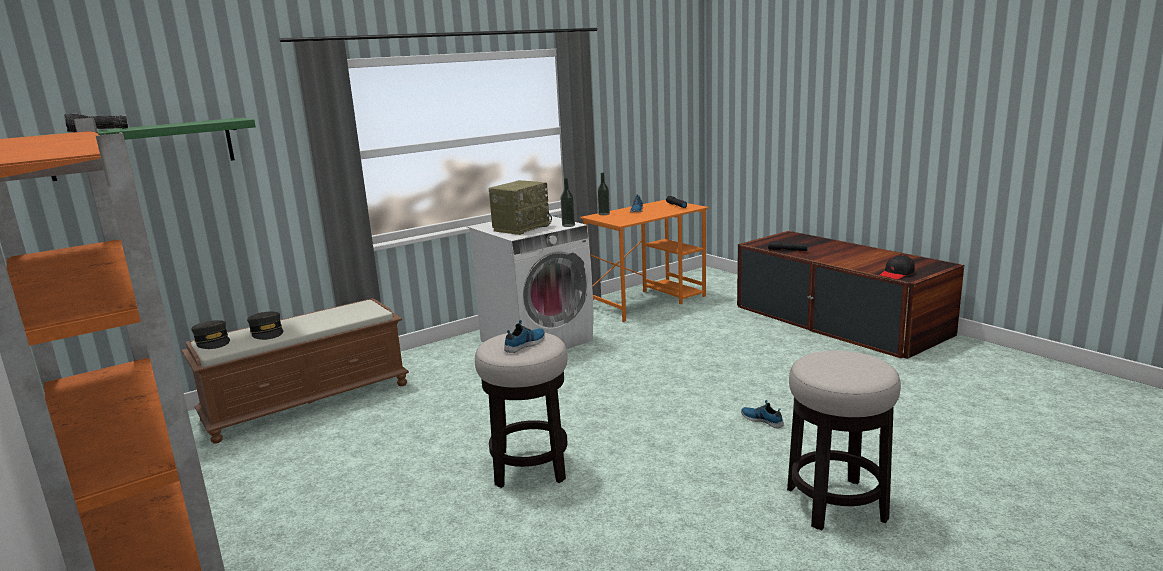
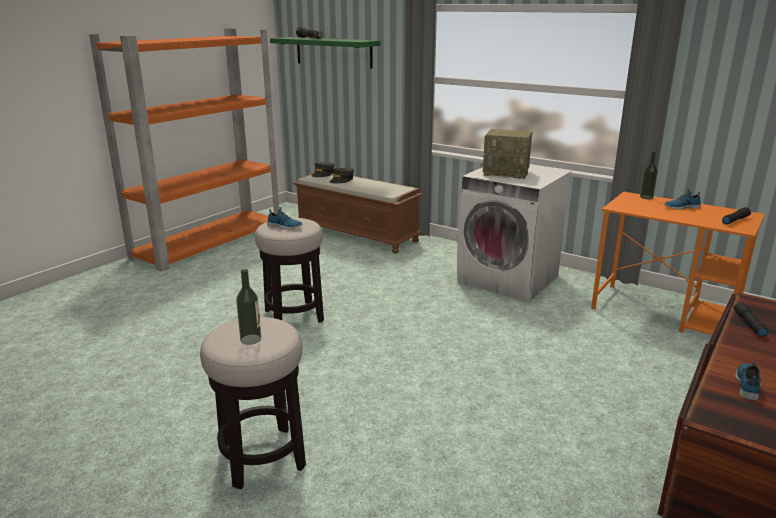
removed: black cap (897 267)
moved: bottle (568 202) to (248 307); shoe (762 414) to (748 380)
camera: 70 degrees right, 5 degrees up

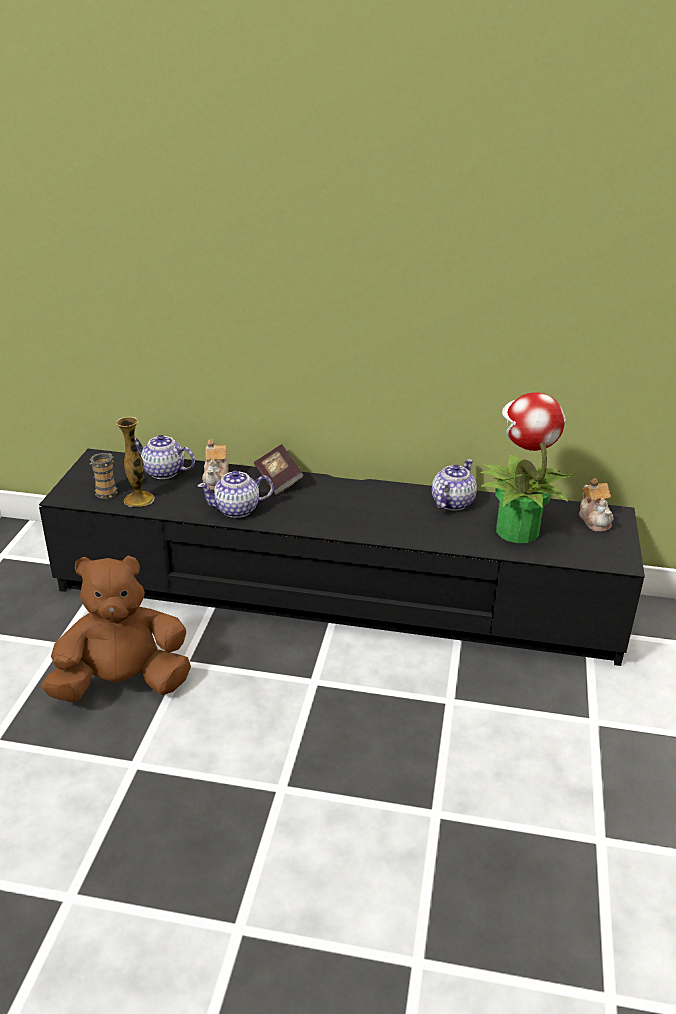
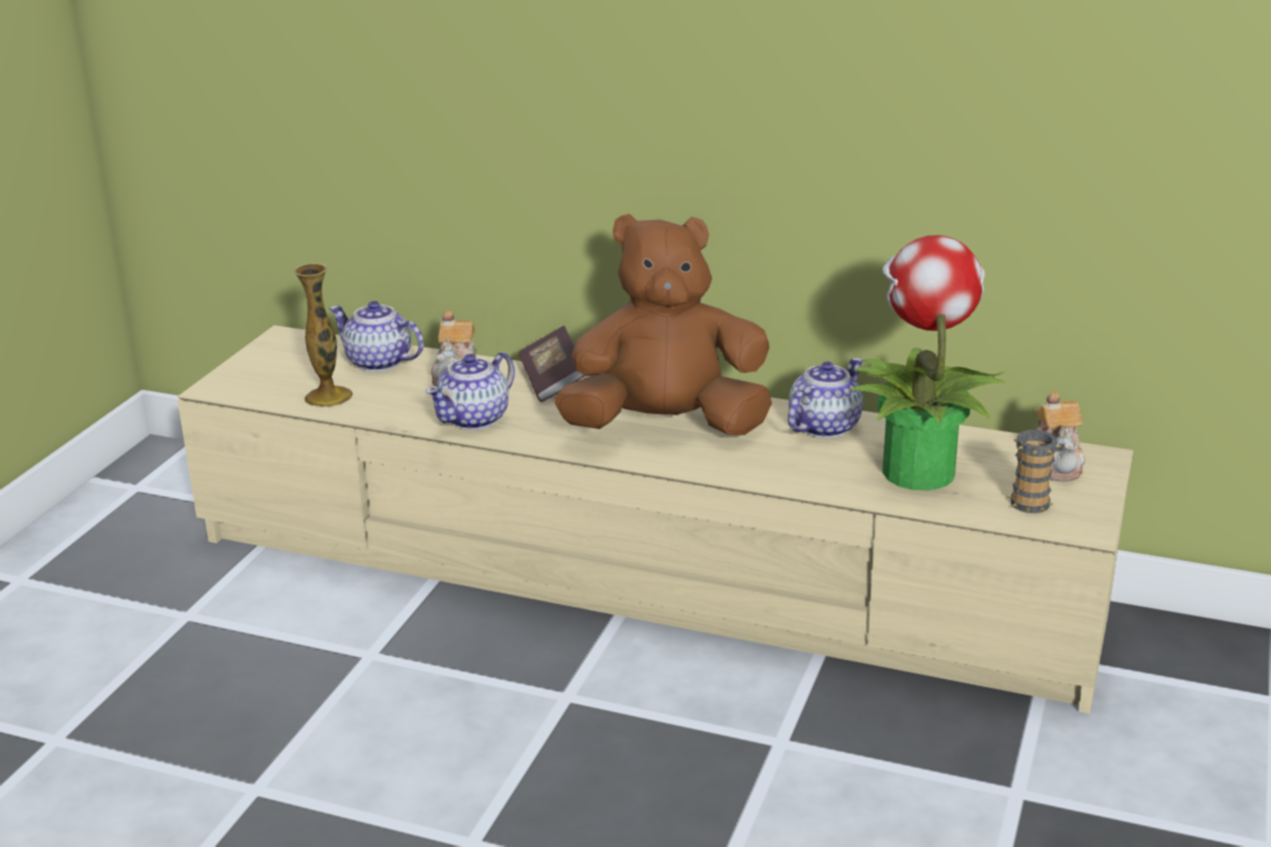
moved: brown plush toy (116 628) to (663 324); mug (104 476) to (1034 471)
recoloured: black tv stand (342 557) to beige tv stand (655 519)
turned: teapot (235 494) = (470 391) 45 degrees counterclockwise
camera: 10 degrees right, 5 degrees down

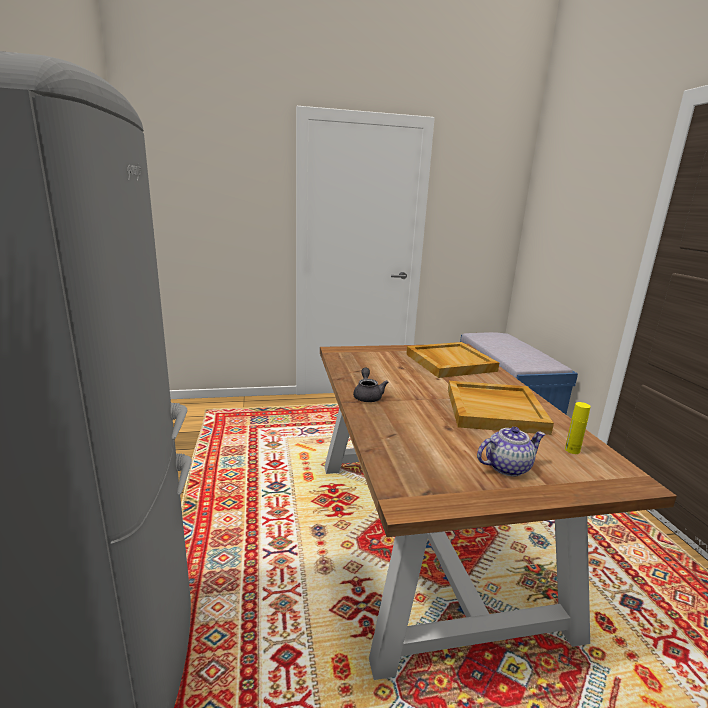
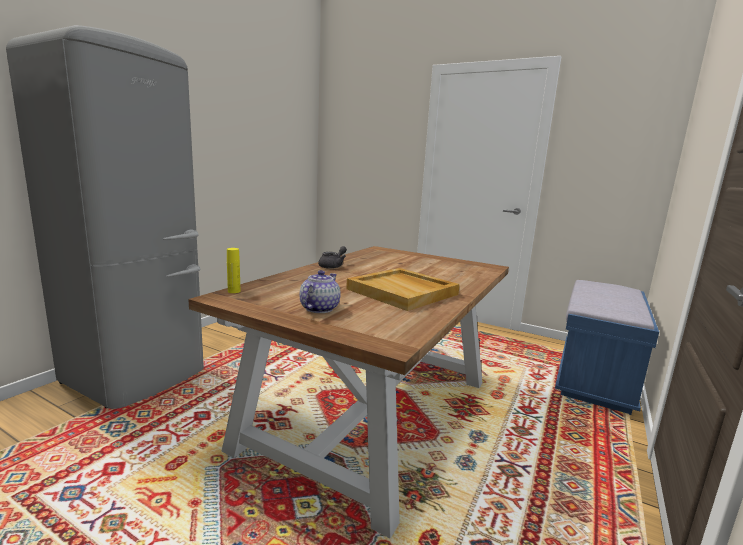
removed: beige tray (452 360)
moved: yellow bottle (578 428) to (233 270)
turned: teapot (511 451) = (320 291) 90 degrees counterclockwise
camera: 40 degrees right, 5 degrees down

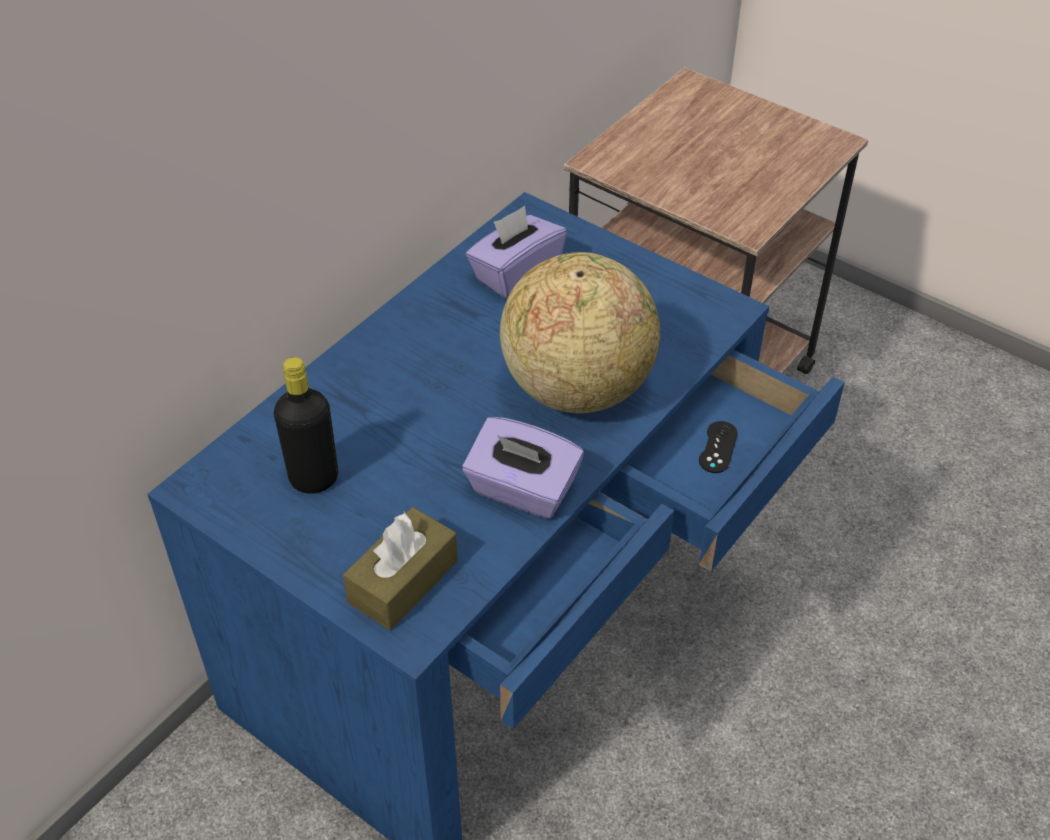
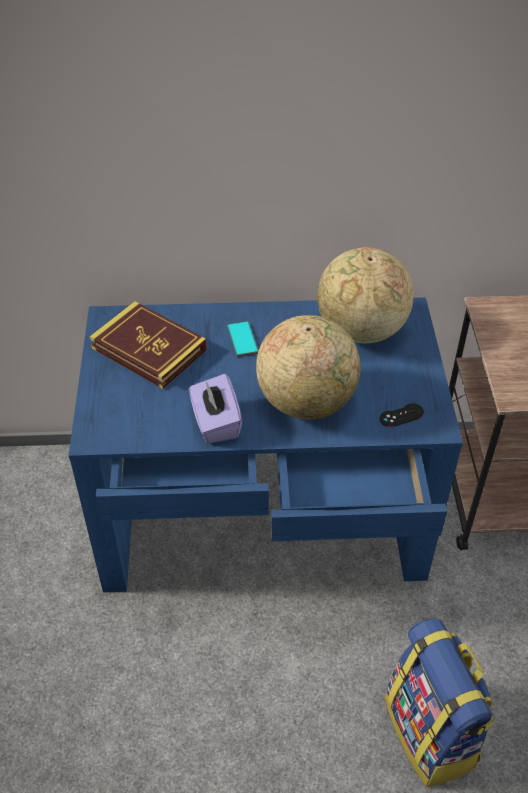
removed: brown tissue box (400 568)
added: phone (243 339); backpack (440 702)
moved: black game controller (718 447) to (402 415)
replaced: black bottle (306 425) to book (148 345); purple tissue box (516 252) to globe (365 295)
camera: 50 degrees right, 0 degrees up

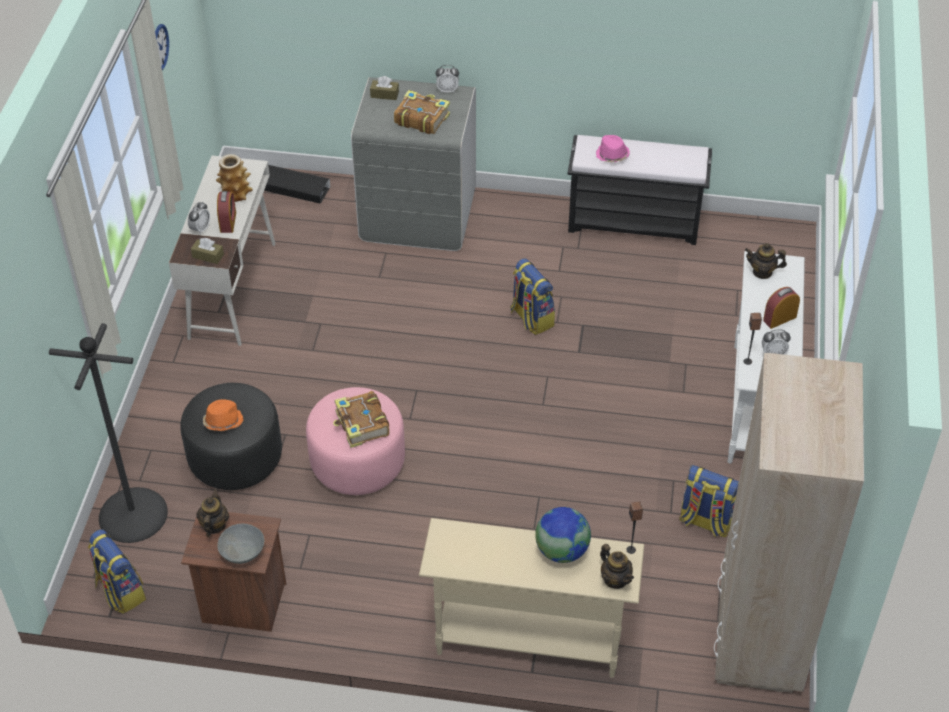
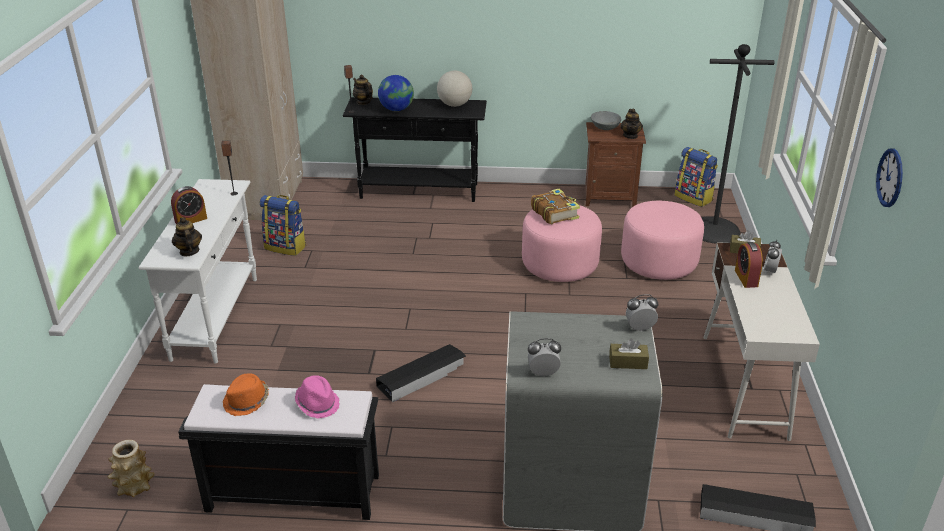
removed: book (422 112)
added: globe (454 89)
moved: orange hat (223 415) to (246 394); vase (234 178) to (131 468); alarm clock (776 342) to (642 312)
replaced: backpack (532 296) to black storage box (421 373)
recoloured: black ottoman (231 436) to pink ottoman (662 240); beige console table (531 598) to black console table (415 149)
turned: teapot (766 261) = (187 237) 120 degrees counterclockwise
camera: 175 degrees right, 15 degrees down

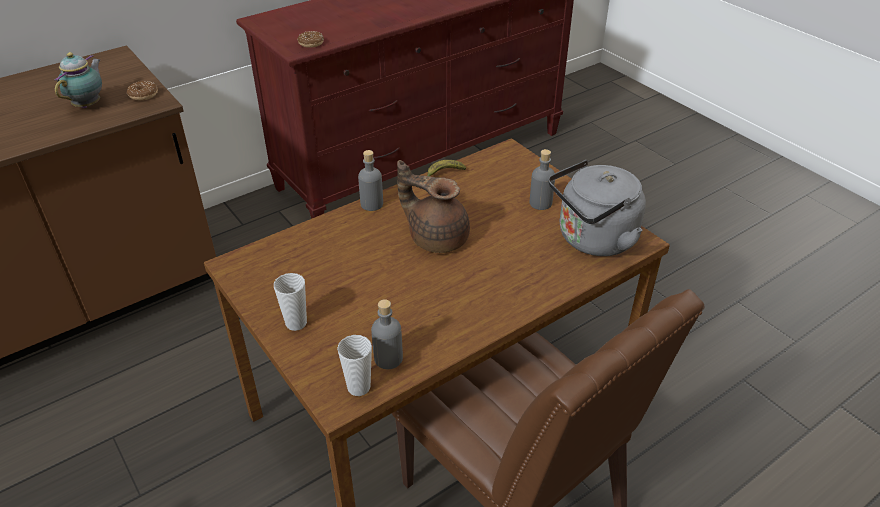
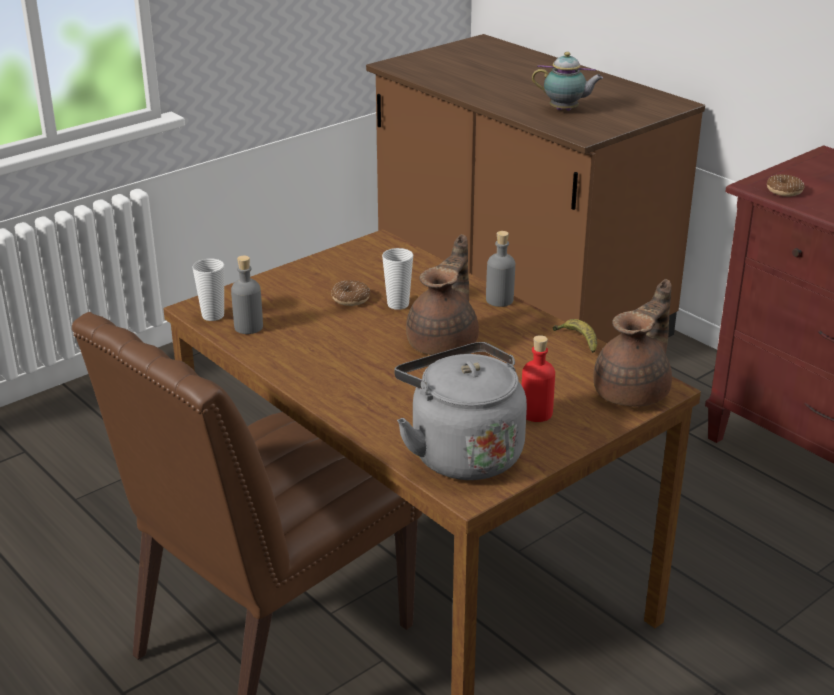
added: brown teapot (632 343)
moved: donut (142 90) to (350 293); cup (290 302) to (397 279)
recoloured: grey bottle (542 179) to red bottle (538 378)
camera: 85 degrees right, 10 degrees down

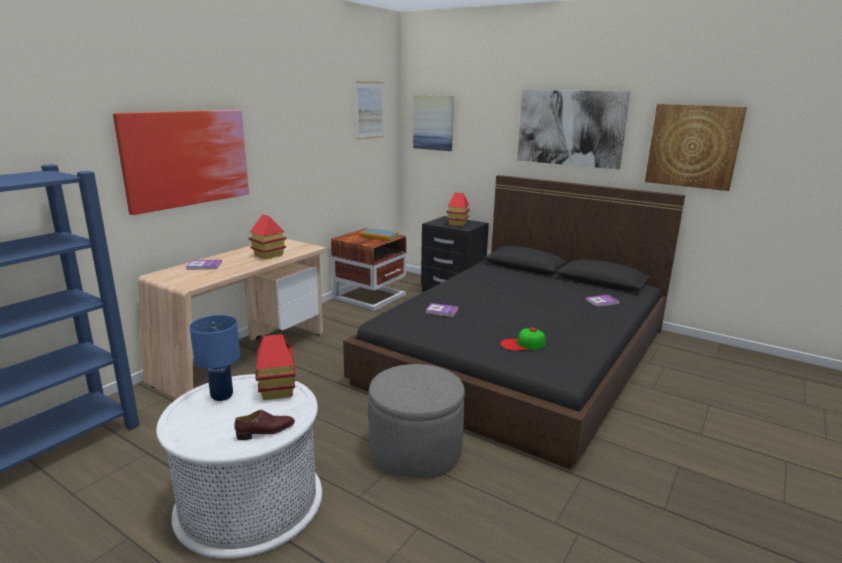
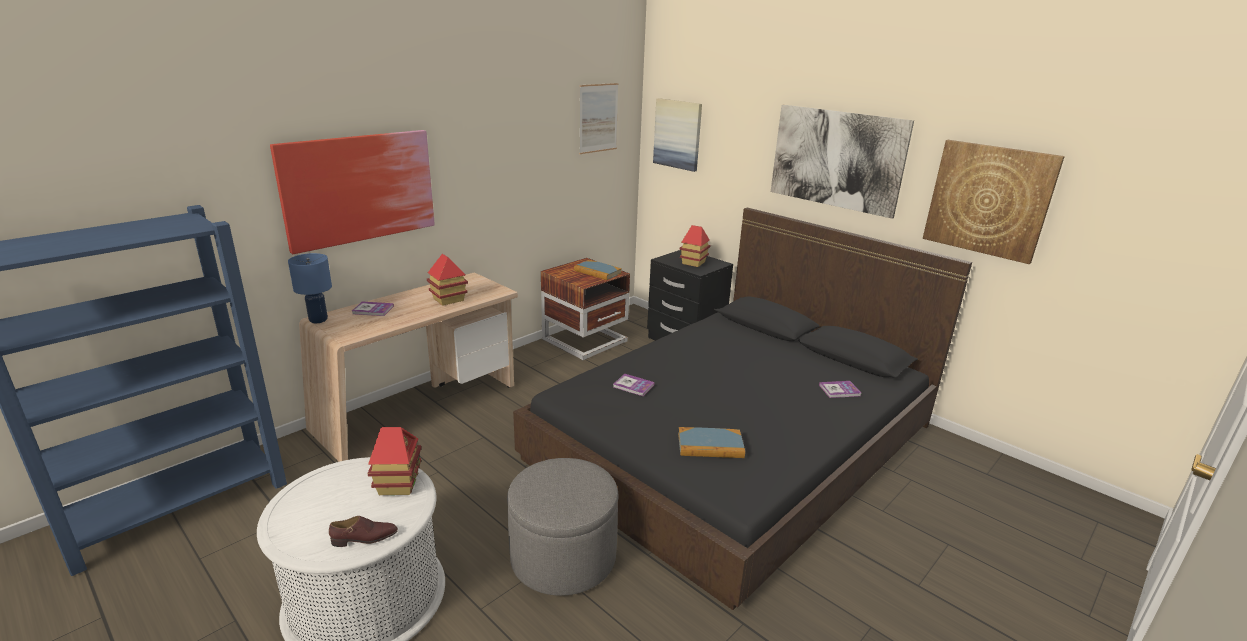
moved: blue table lamp (214 358) to (310 288)
replaced: cap (522 339) to book (711 442)
camera: 10 degrees right, 5 degrees up

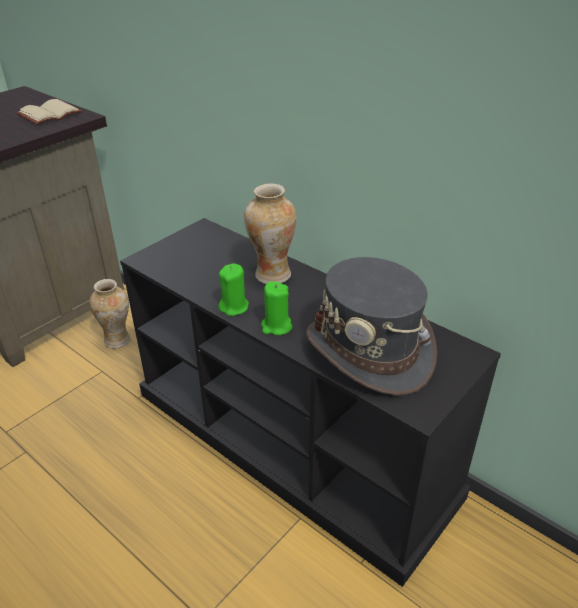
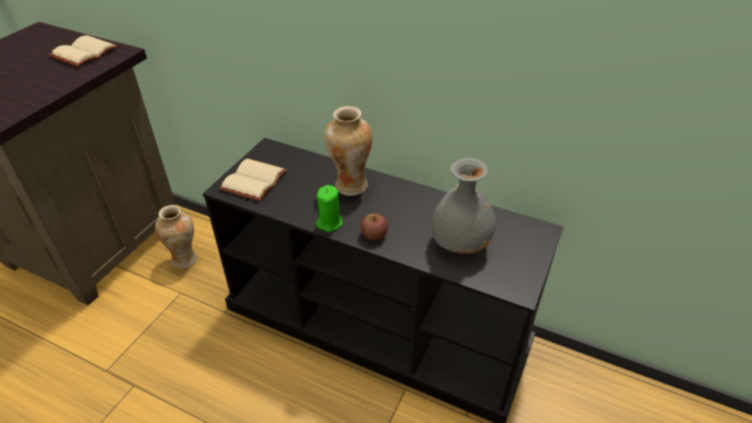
added: beige book (253 180)
replaced: green candle (276 308) to apple (374 226); grey hat (372 326) to grey vase (464 206)
camera: 15 degrees left, 5 degrees up

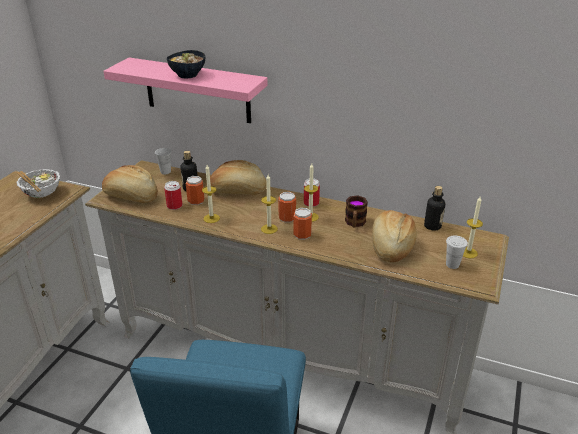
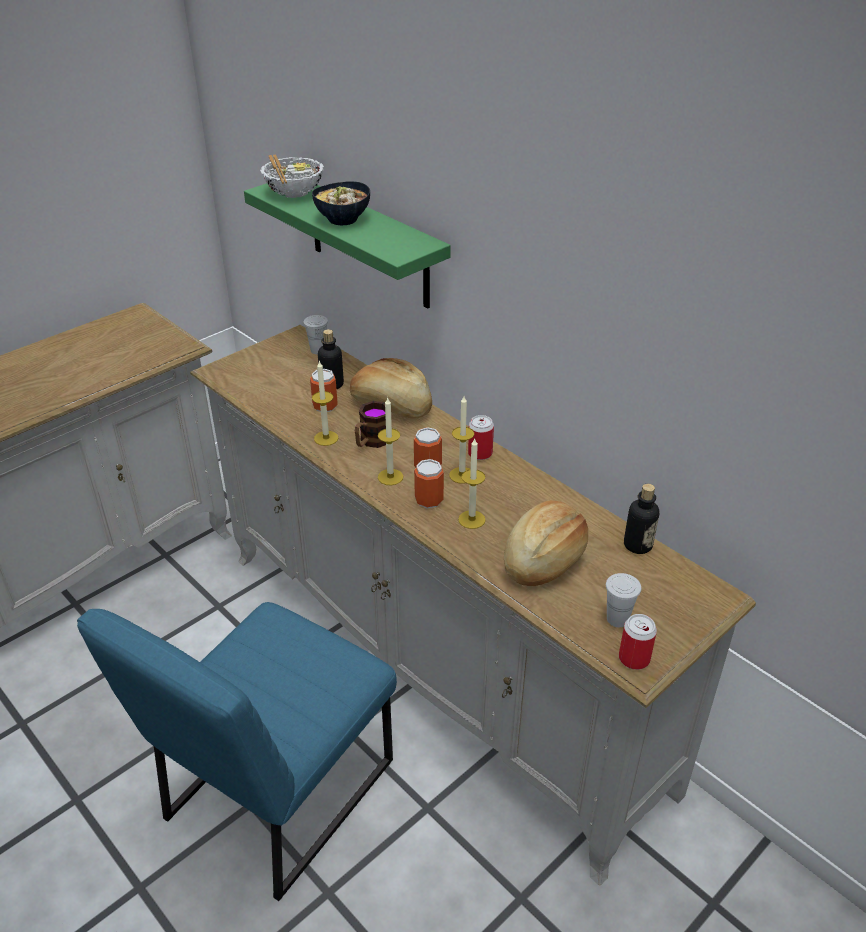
removed: bread (130 184)
moved: bowl (38 183) to (292 176); can (173 195) to (638 642); mug (356 211) to (370 424); candle (473 228) to (472 484)
recoloured: pink shelf (185 90) to green shelf (347 246)
camera: 25 degrees right, 5 degrees up

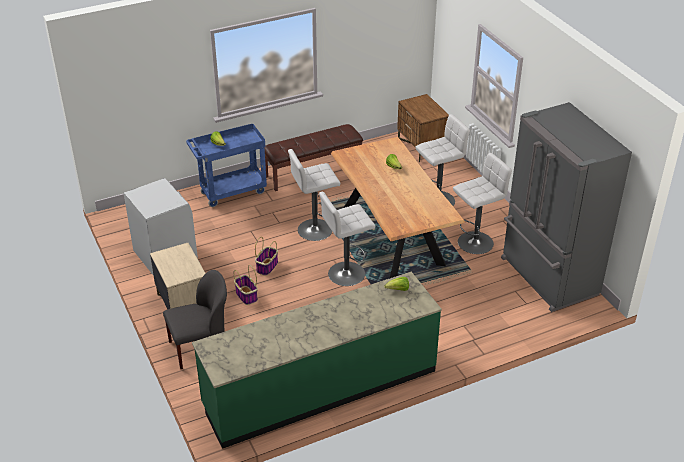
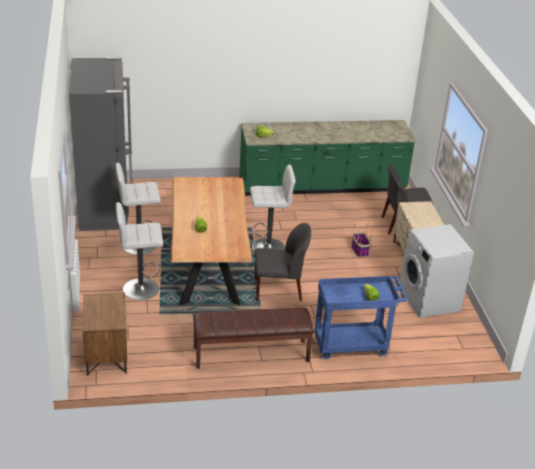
removed: basket (266 256)
replaced: white stool (314 195) to grey chair (282 262)
camera: 165 degrees left, 5 degrees down

